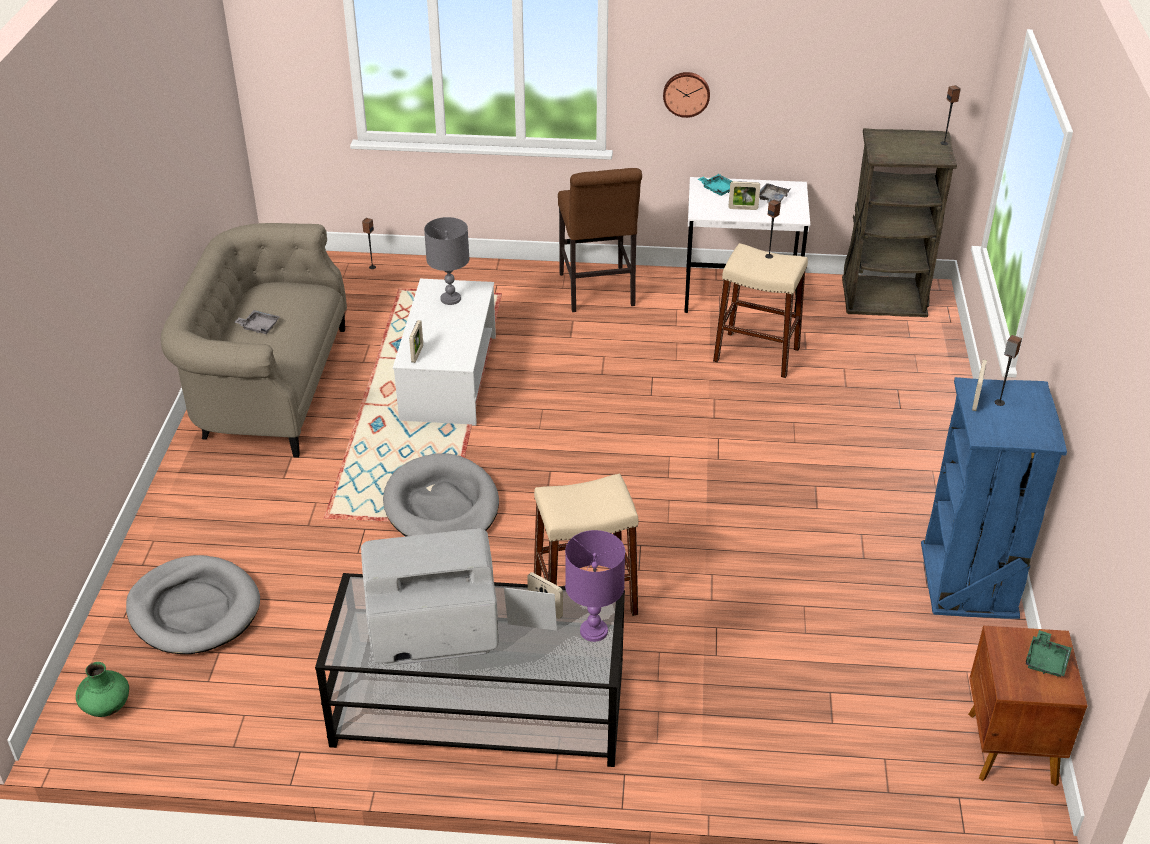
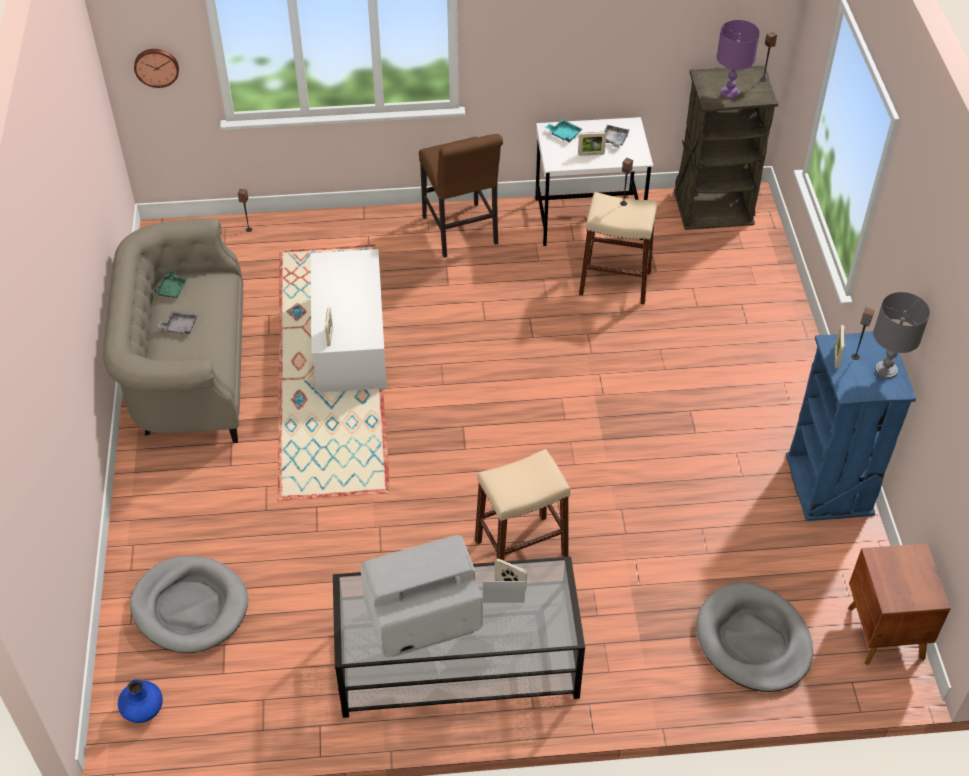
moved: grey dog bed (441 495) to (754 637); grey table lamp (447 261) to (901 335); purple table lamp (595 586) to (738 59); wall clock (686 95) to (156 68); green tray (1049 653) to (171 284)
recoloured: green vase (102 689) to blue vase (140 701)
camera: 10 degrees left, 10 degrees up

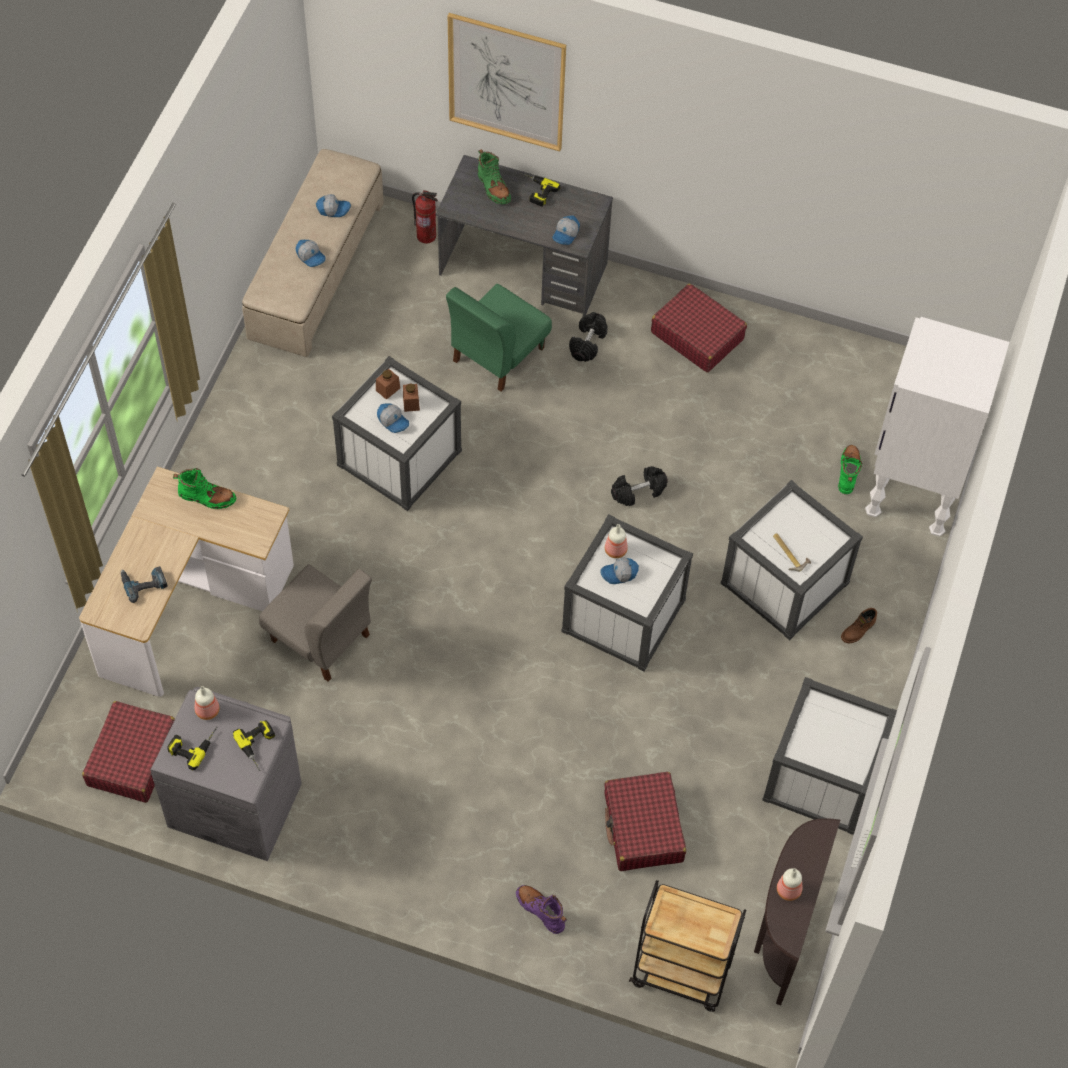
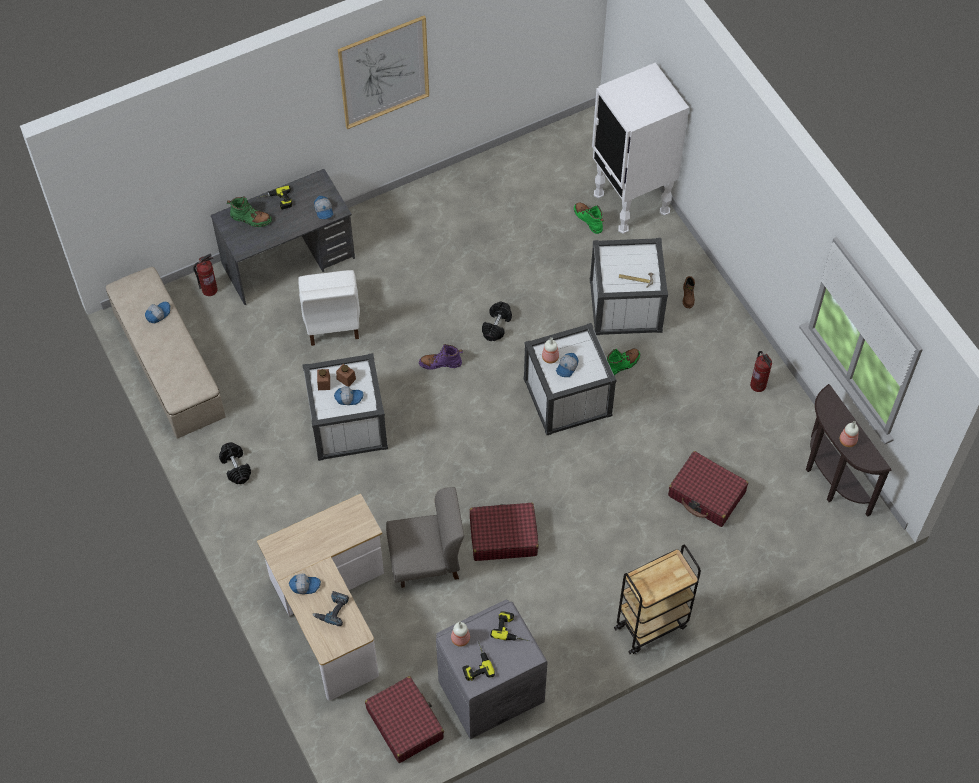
moved: green boot (204 488) to (623 362); cap (311 253) to (305 584); picture (507 82) to (383 72); purple boot (541 909) to (441 357); black dumbbell (588 337) to (235 463); brown cart (687 946) to (657 599); red suitcase (699 328) to (504 532)
replaced: white storage box (829 756) to fire extinguisher (761 371)
recoloured: green chair (499 338) to white chair (329 308)
camera: 45 degrees left, 0 degrees up

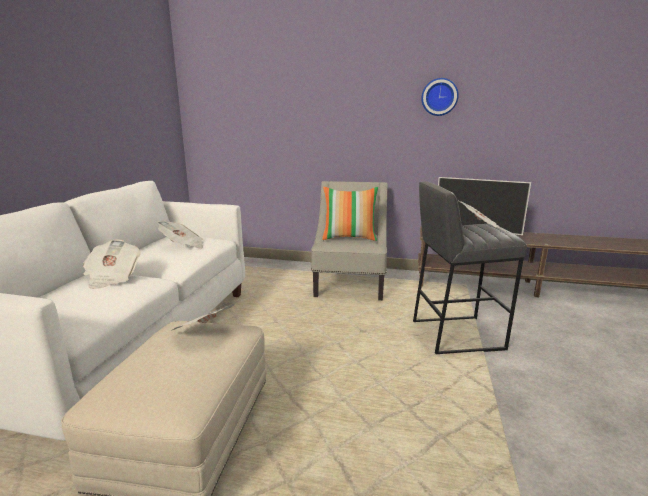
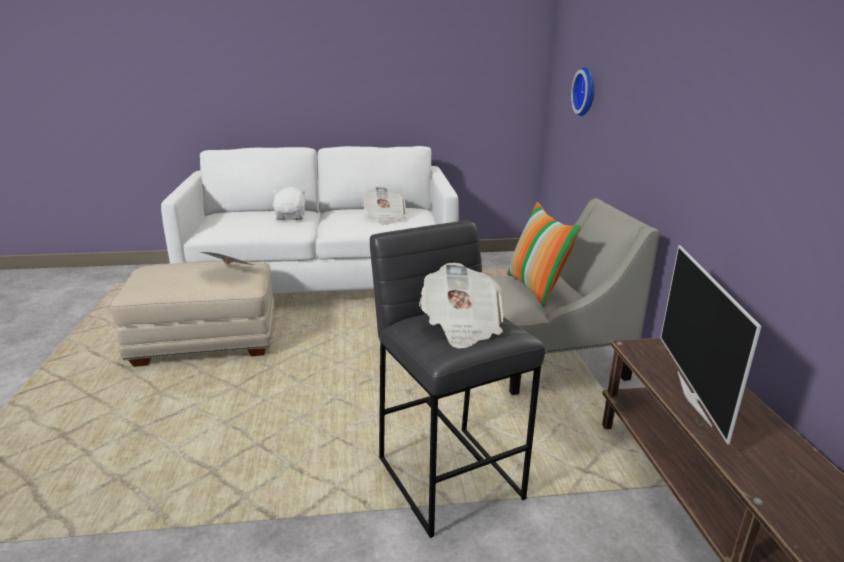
moved: wall clock (440 97) to (583 91)
replaced: newspaper (112 264) to white plush toy (290 203)
camera: 70 degrees right, 5 degrees up

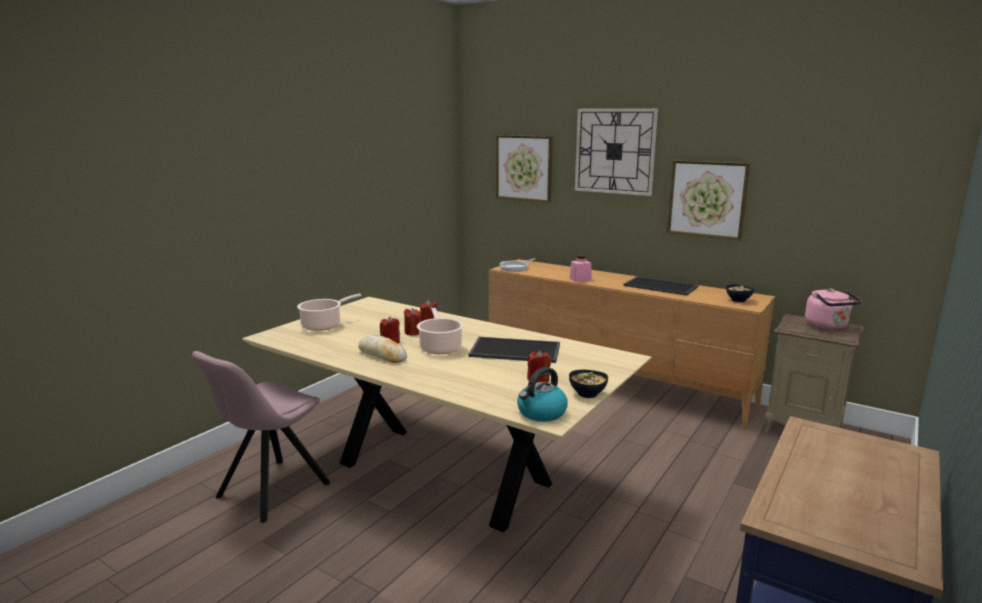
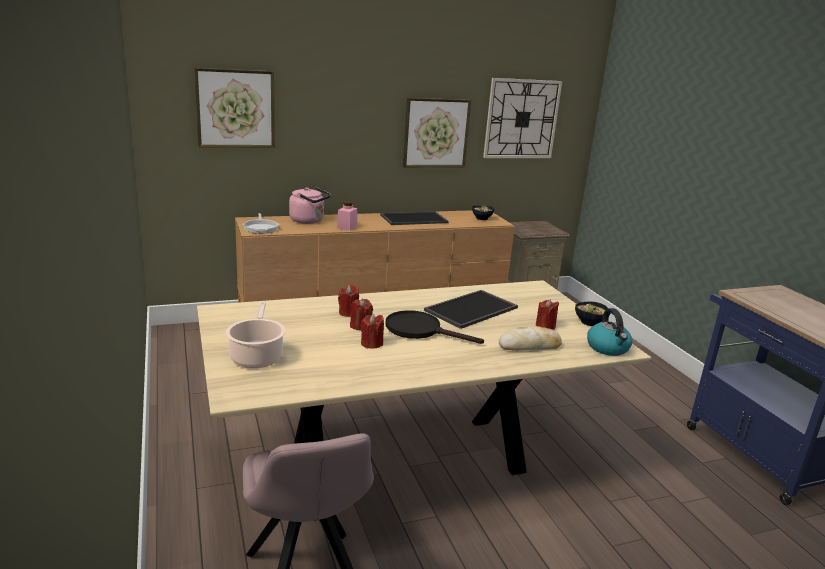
moved: bread (382 349) to (530 338); wall clock (616 152) to (522 118); pink kettle (833 309) to (310 205)
replaced: cooking pot (440 331) to black frying pan (435 327)
camera: 55 degrees left, 5 degrees up

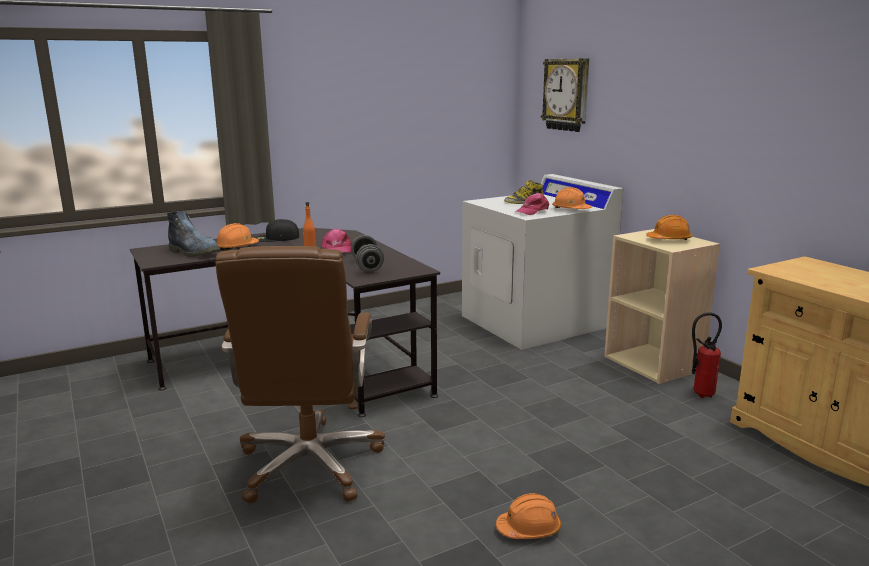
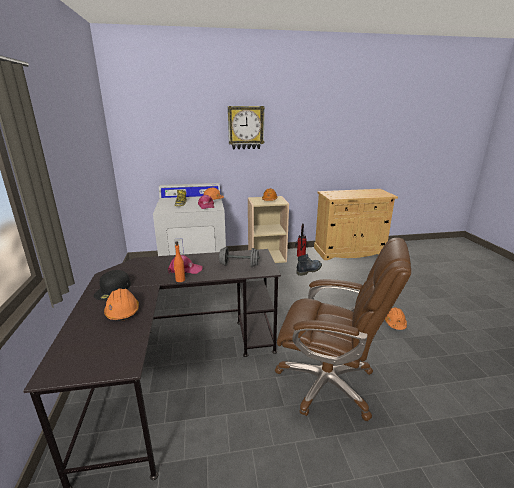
moved: boot (193 234) to (309 265); wall clock (565 95) to (246 127)
camera: 70 degrees left, 5 degrees up

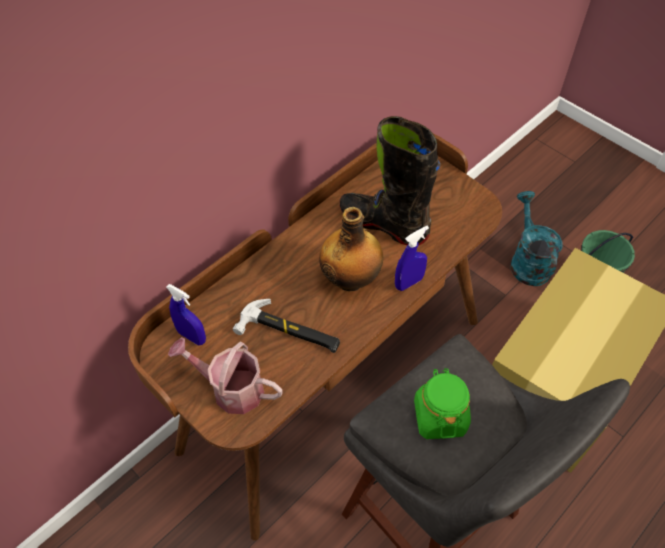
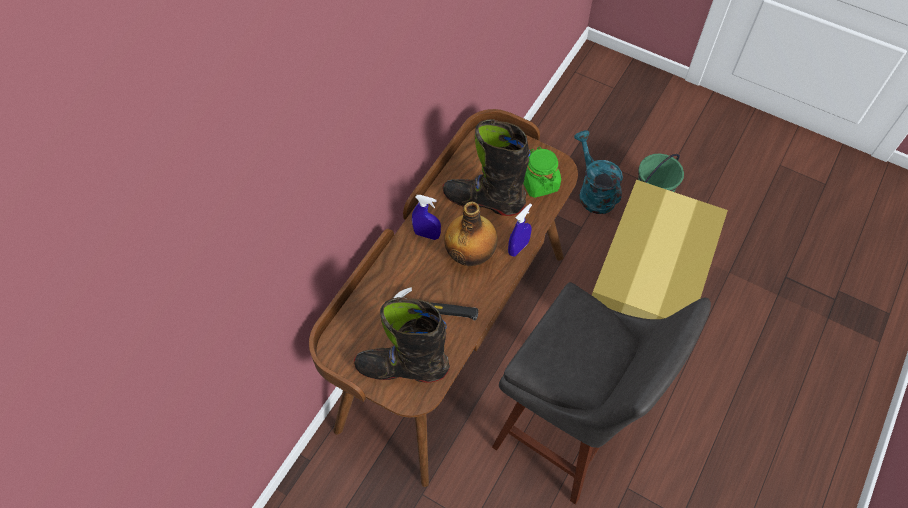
moved: blue spray bottle (186 315) to (426 217); green jar (442 403) to (542 172)
replaced: watering can (225 375) to black boot (402 340)
camera: 15 degrees left, 5 degrees up

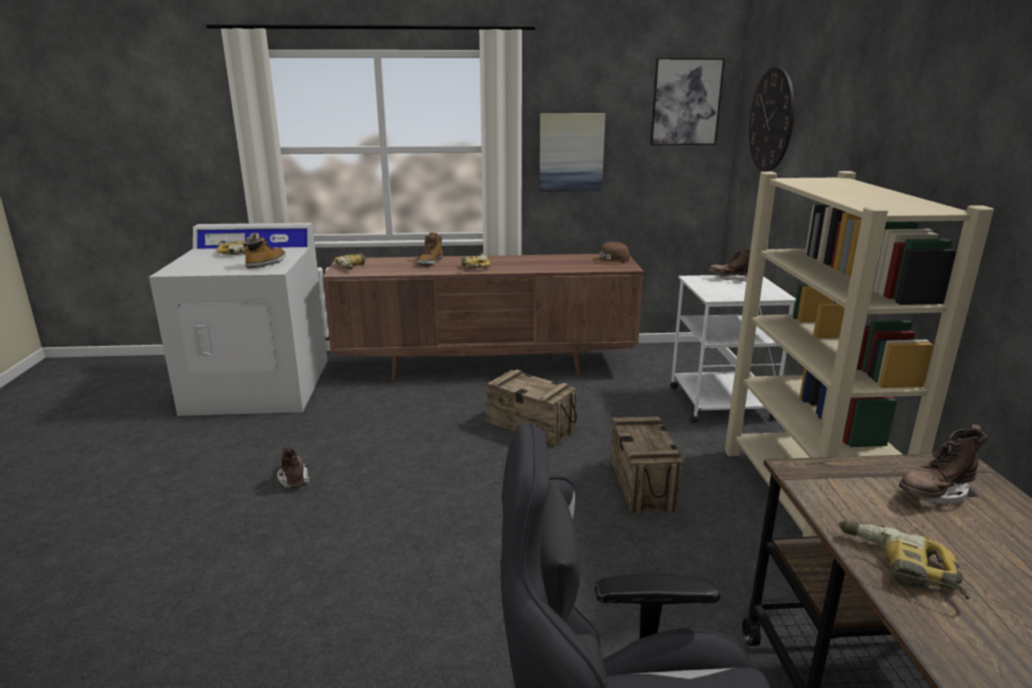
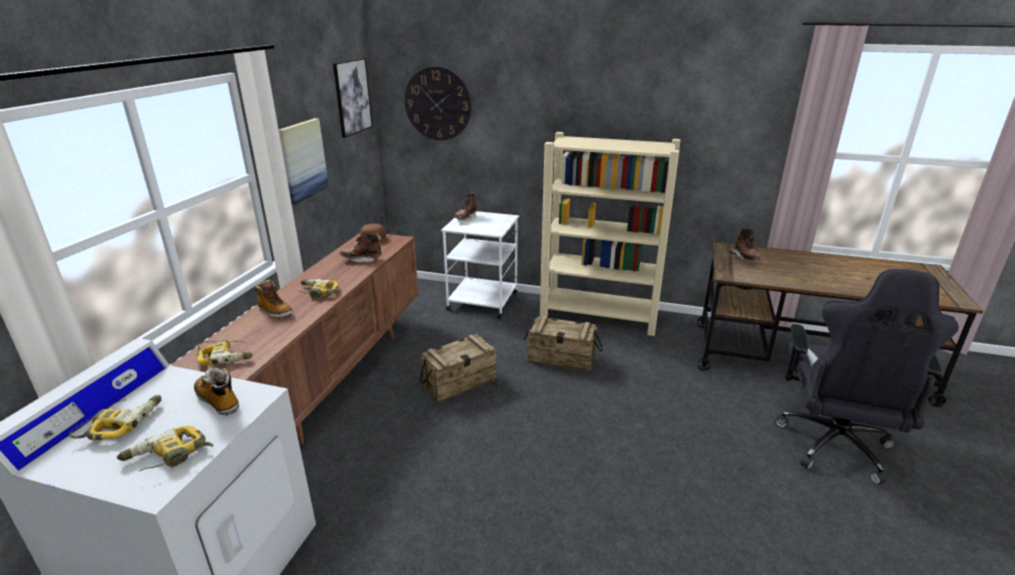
moved: brown boot (293 467) to (361 247); power drill (904 559) to (165 449)
camera: 70 degrees left, 5 degrees up

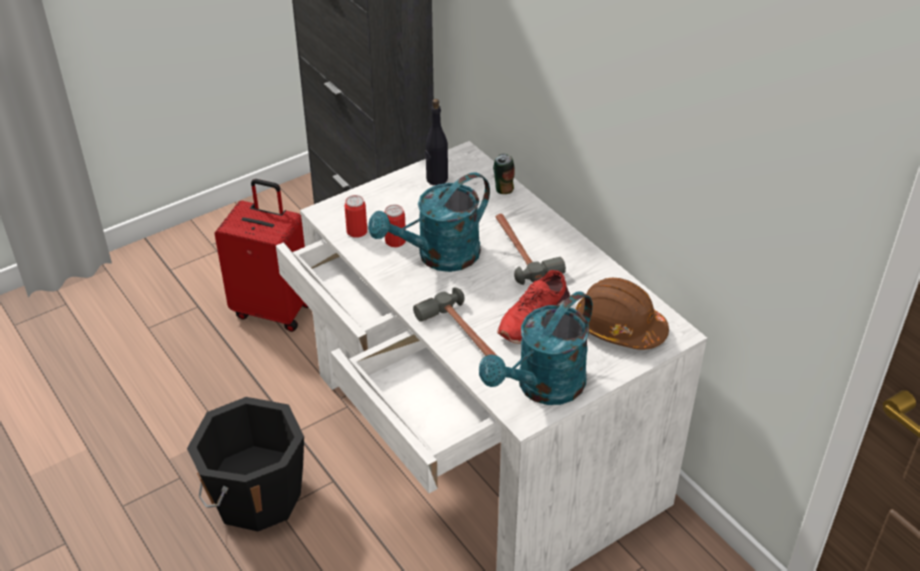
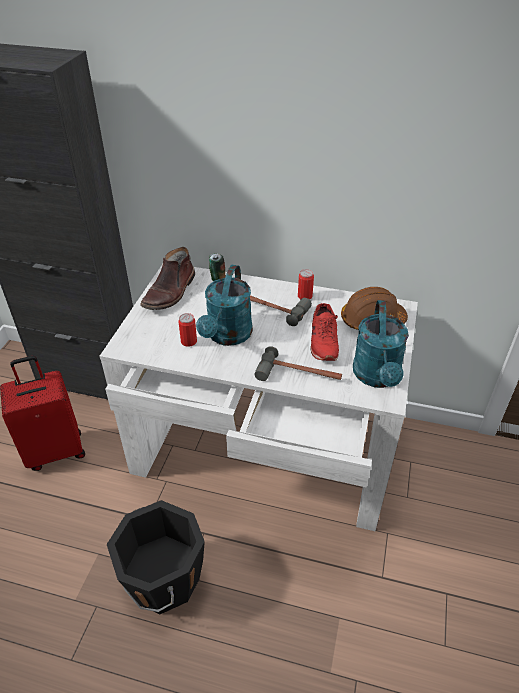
moved: can (356 216) to (306 284)
replaced: black bottle (436 142) to brown boot (167 278)
camera: 40 degrees left, 0 degrees up

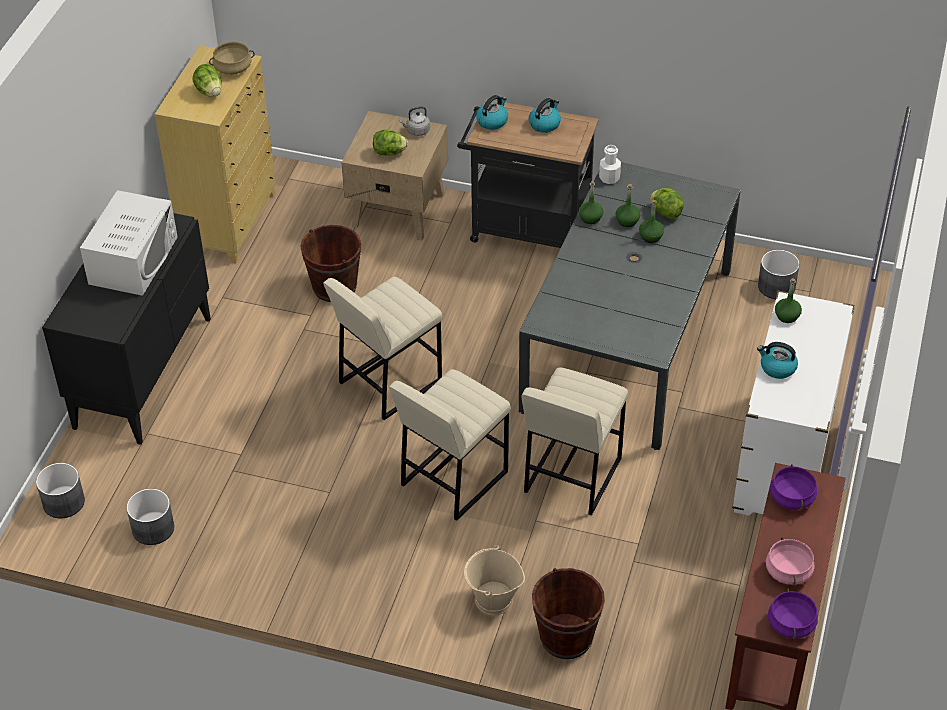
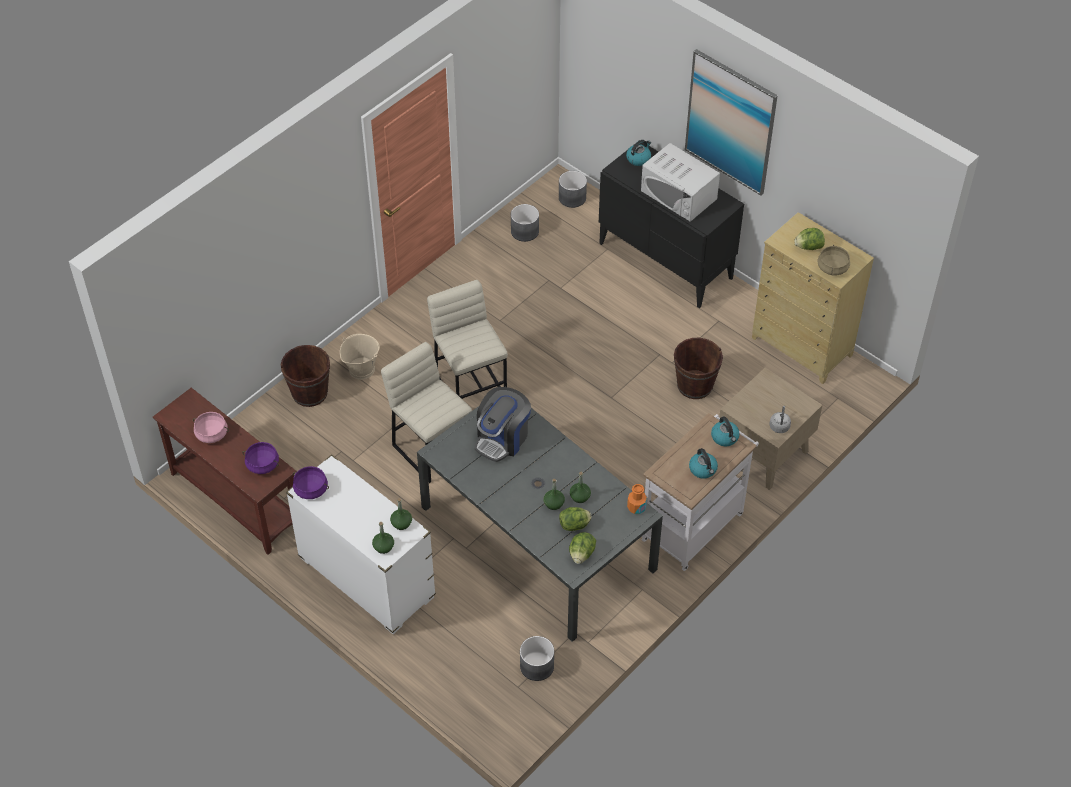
removed: beige chair (382 348)
added: coffee machine (503 424); picture (731 122)
moved: lettuce (390 142) to (582 548); green bottle (591 202) to (383 538); kettle (777 360) to (638 153); purple cooking pot (793 613) to (311 482)
recoloured: black cart (528 173) to white cart (700 492); white bottle (610 164) to orange bottle (637 499)
camera: 115 degrees right, 5 degrees up

